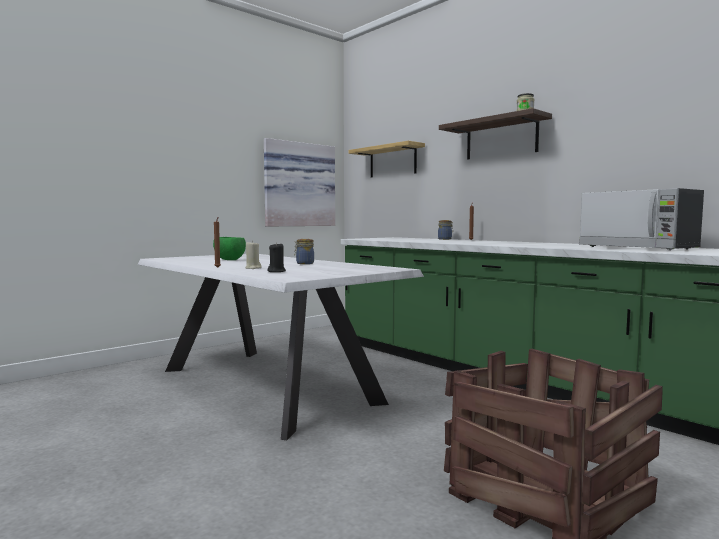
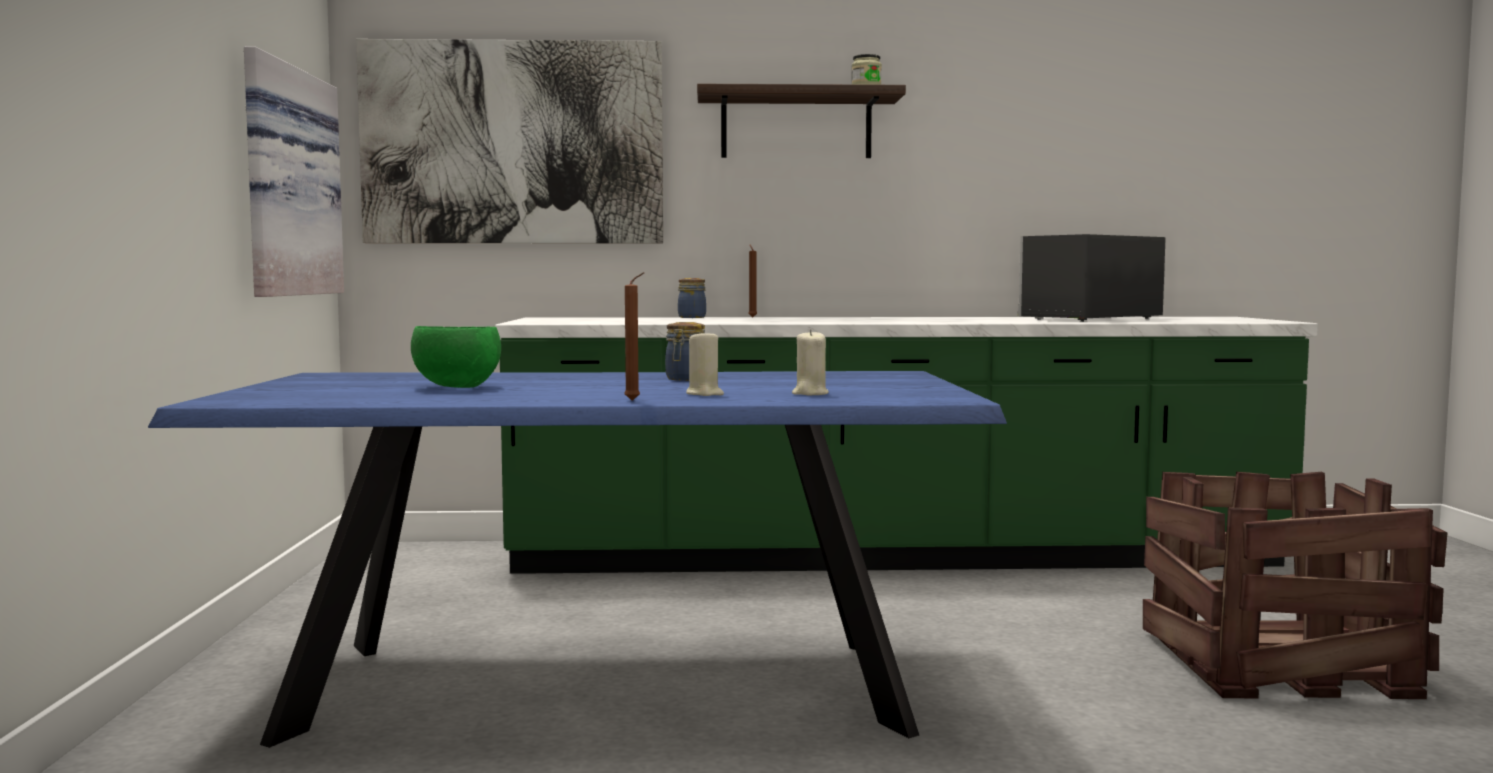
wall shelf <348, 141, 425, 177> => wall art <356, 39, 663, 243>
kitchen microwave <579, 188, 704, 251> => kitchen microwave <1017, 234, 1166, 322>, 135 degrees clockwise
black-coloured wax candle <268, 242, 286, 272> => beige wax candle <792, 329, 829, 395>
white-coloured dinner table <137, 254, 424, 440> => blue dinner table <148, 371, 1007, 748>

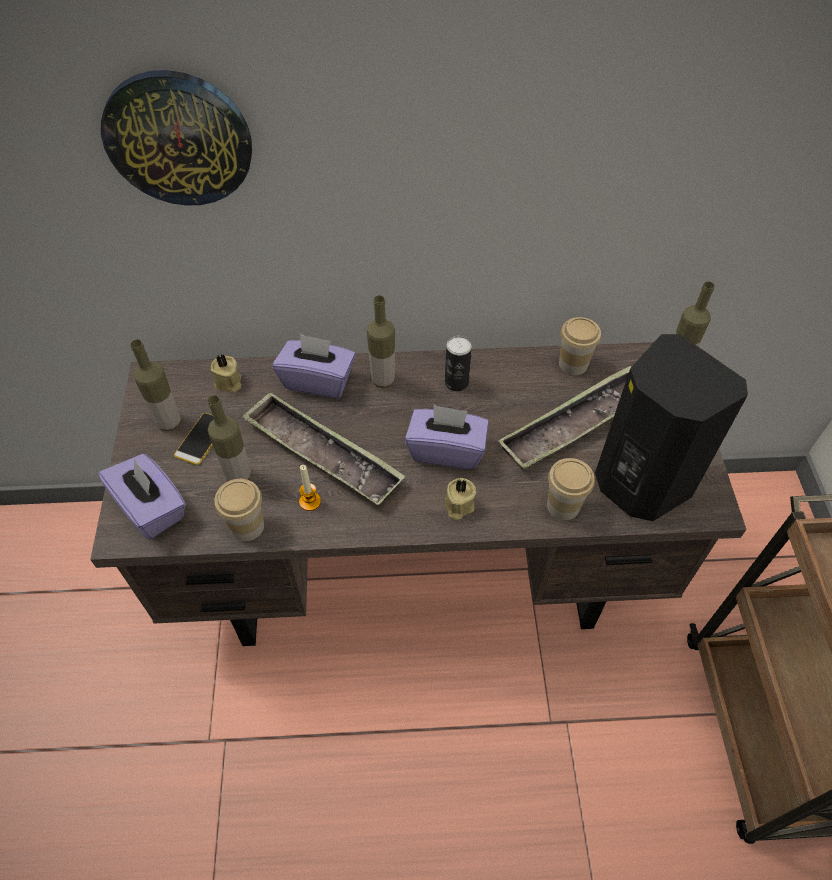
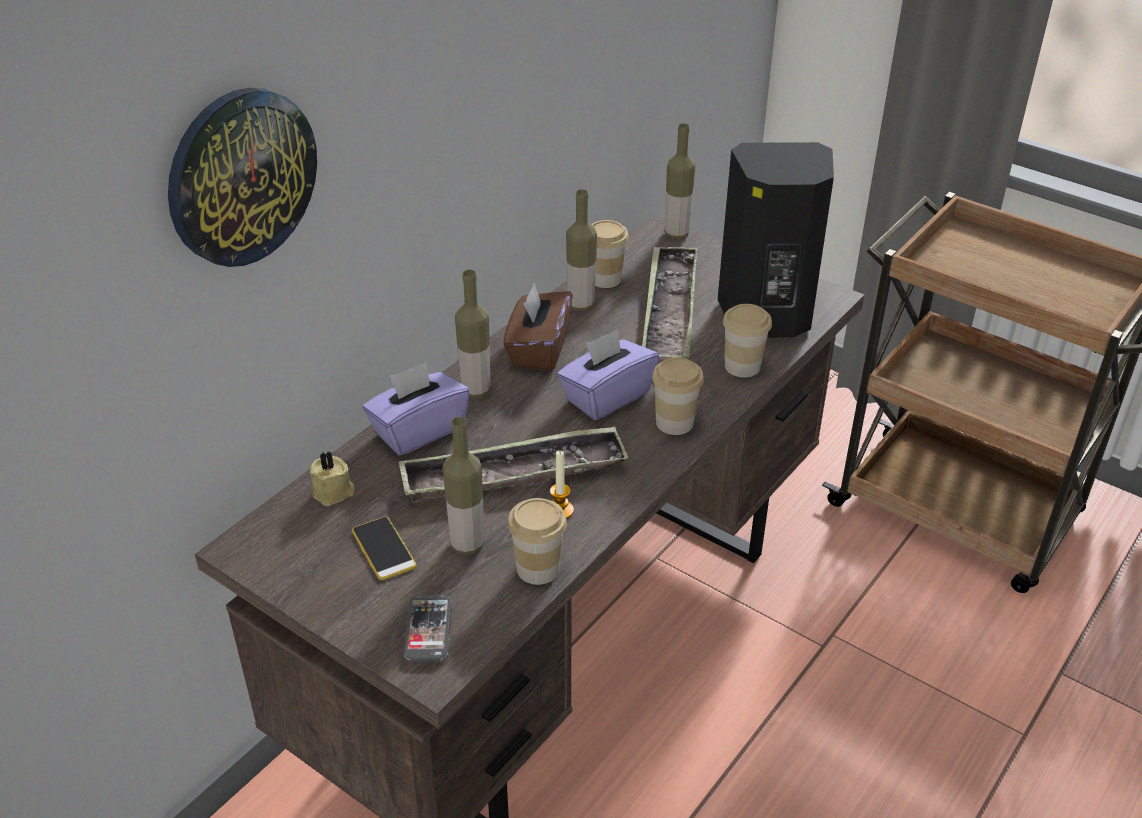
metal can <445, 336, 472, 391> => brownish tissue box <503, 283, 573, 371>
beverage bottle <130, 339, 181, 431> => beverage bottle <566, 189, 597, 311>, relocated
purple tissue box <98, 454, 186, 540> => phone <403, 594, 452, 663>
beige wax candle <445, 478, 476, 520> => cup <652, 357, 704, 435>

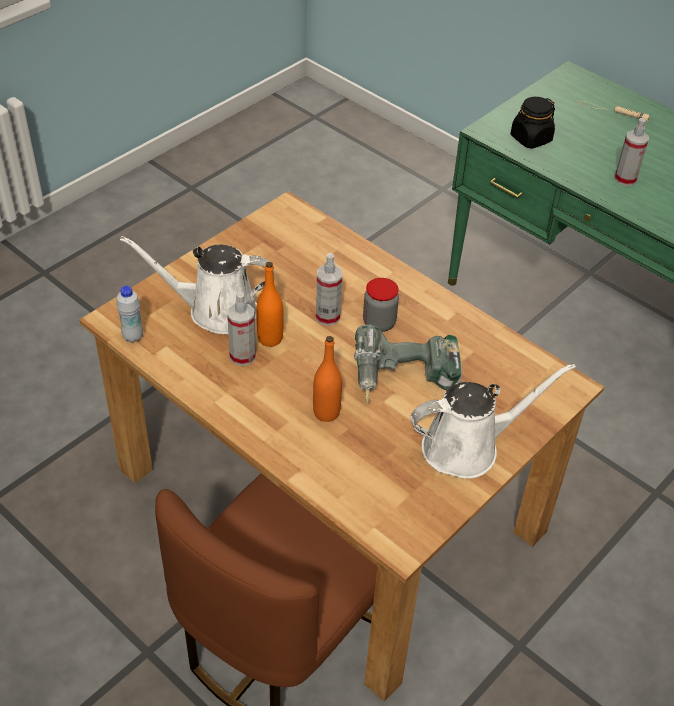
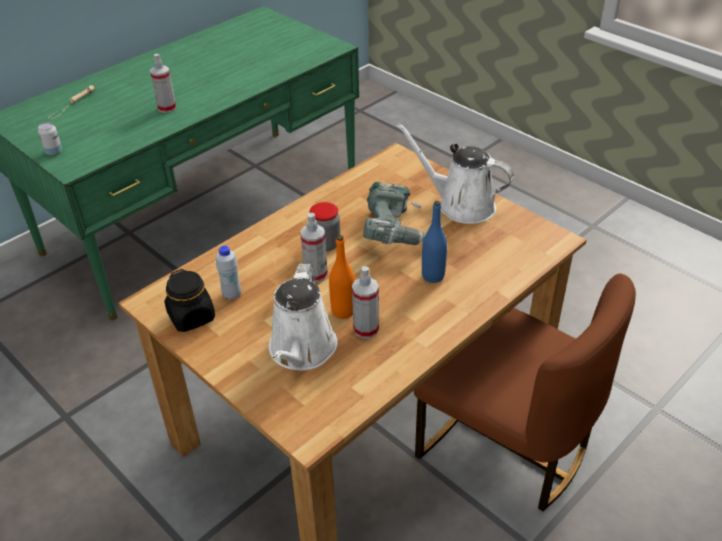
black-coloured preserve jar <511, 97, 555, 149> => black-coloured preserve jar <164, 269, 215, 332>, relocated
white-coloured beverage bottle <116, 286, 143, 343> => white-coloured beverage bottle <216, 245, 241, 300>, relocated
orange beverage bottle <313, 336, 342, 422> => blue beverage bottle <422, 201, 447, 283>
white-coloured watering pot <410, 363, 576, 479> => white-coloured watering pot <396, 123, 514, 224>, 45 degrees counterclockwise
nothing => metal can <38, 122, 62, 155>

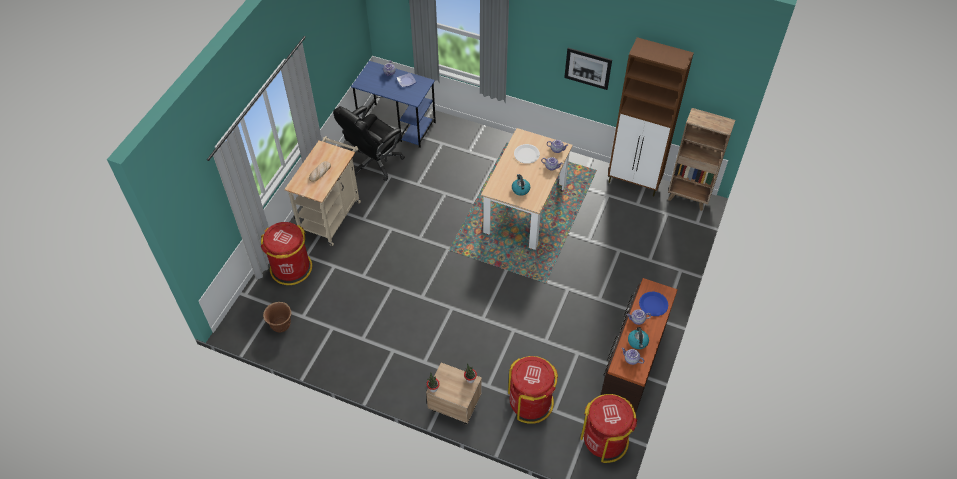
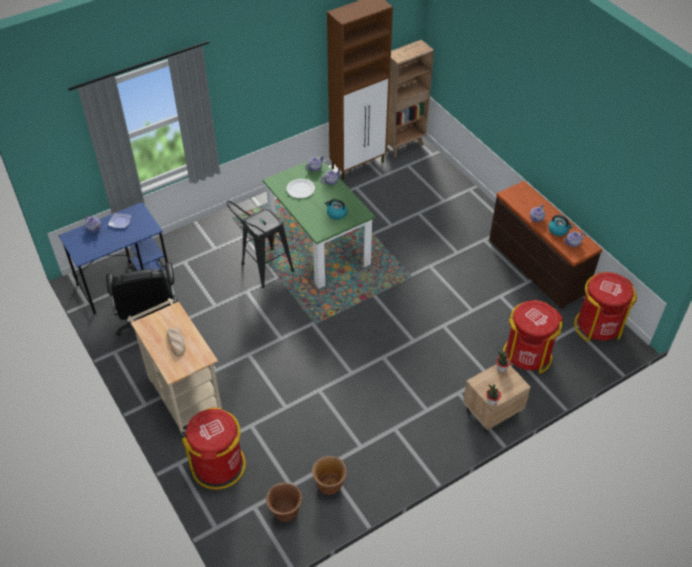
wall art <564, 48, 612, 90> => nothing
beige dinner table <481, 128, 573, 250> => greenish dinner table <263, 157, 375, 288>
blue flat dish <639, 292, 668, 316> => nothing
nothing => black-coloured stool <226, 201, 294, 288>
nothing => brownish planter <312, 456, 347, 495>

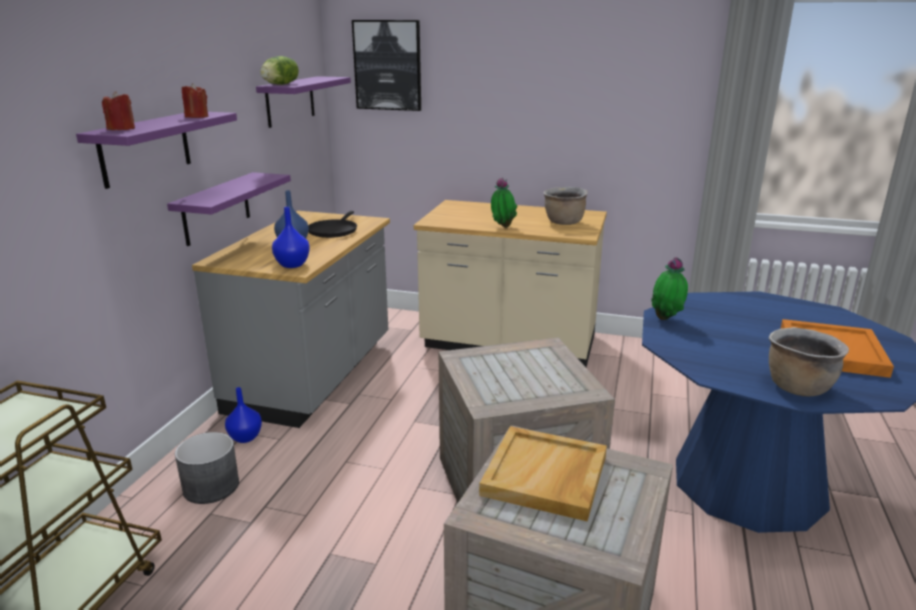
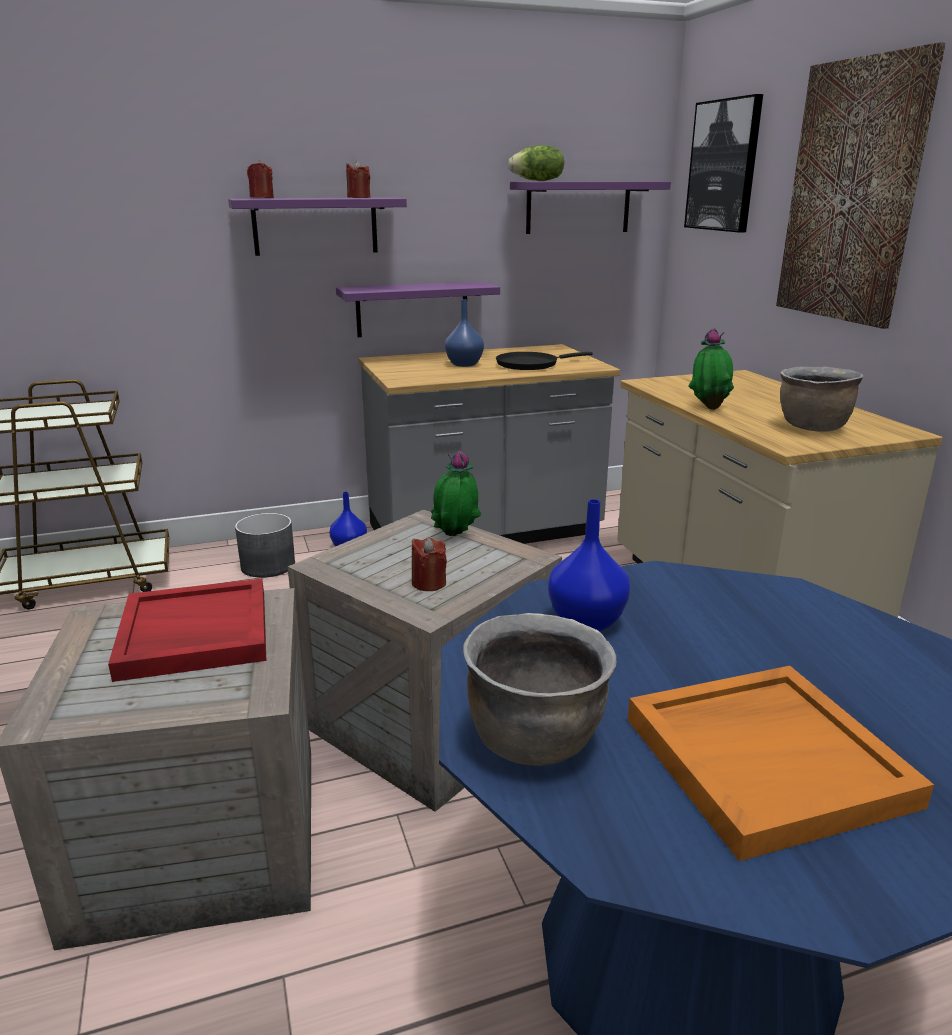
blue flower vase <272, 207, 310, 268> => blue flower vase <548, 499, 630, 632>, relocated
plant in a pot <651, 257, 688, 320> => plant in a pot <431, 451, 481, 536>, relocated
beige serving tray <479, 426, 607, 522> => red serving tray <108, 579, 266, 682>
nothing => wall art <776, 42, 945, 329>
nothing => red wax candle <412, 538, 447, 591>

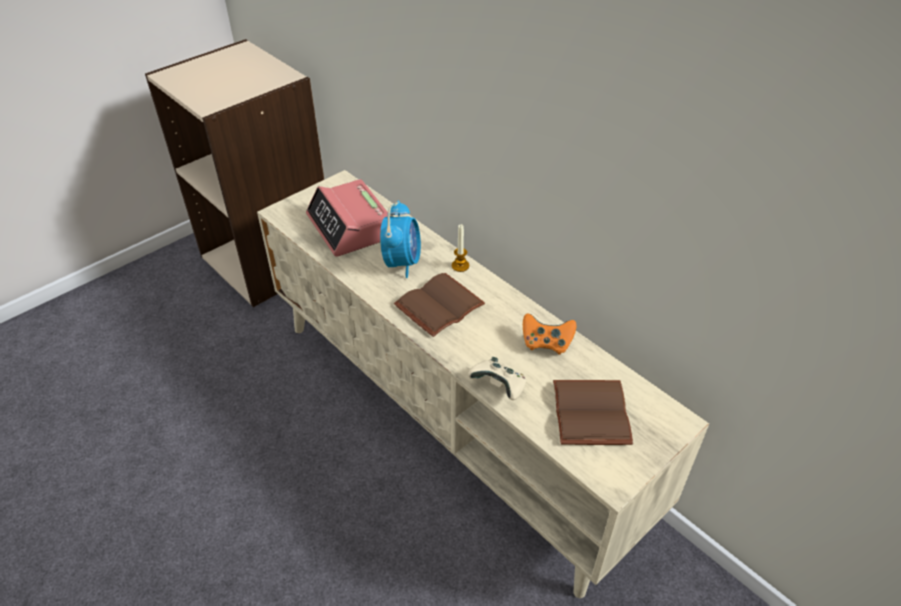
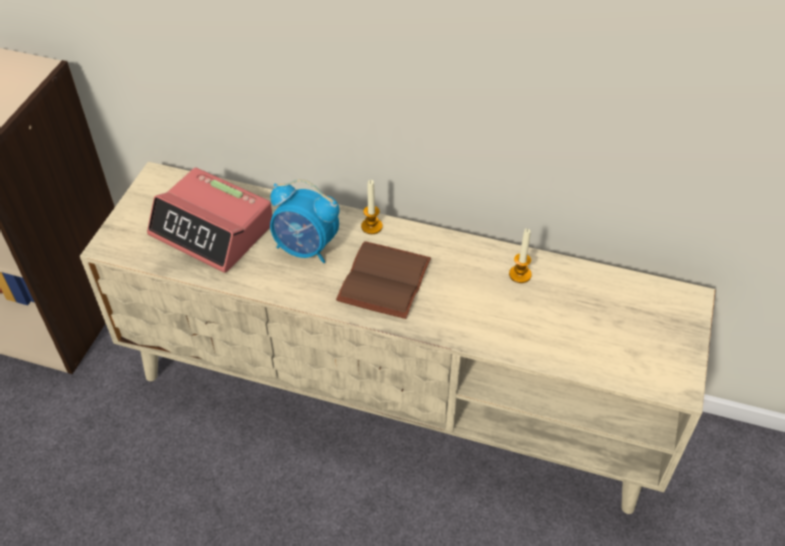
alarm clock <380, 200, 421, 278> => alarm clock <270, 179, 339, 263>, 135 degrees clockwise
orange game controller <523, 313, 577, 355> => wax candle <509, 228, 532, 283>
beige game controller <468, 357, 526, 400> => nothing
brownish bound book <553, 380, 633, 445> => nothing

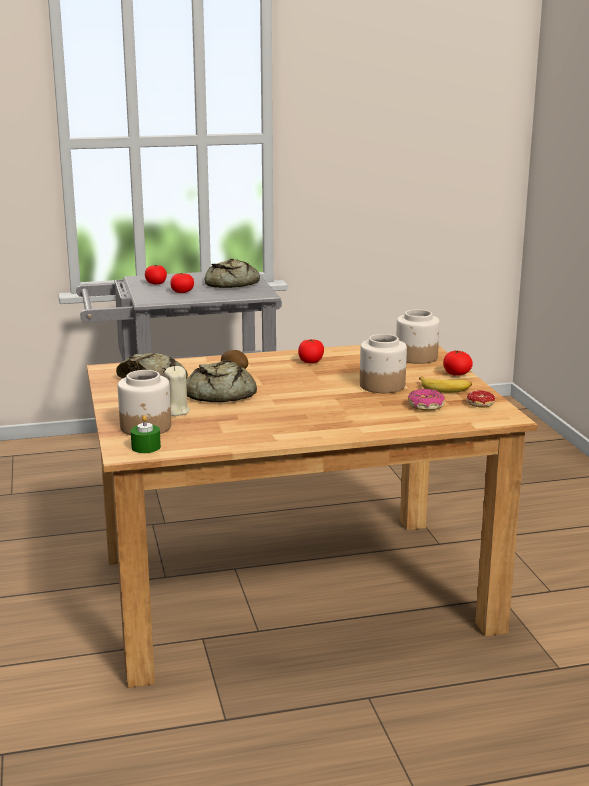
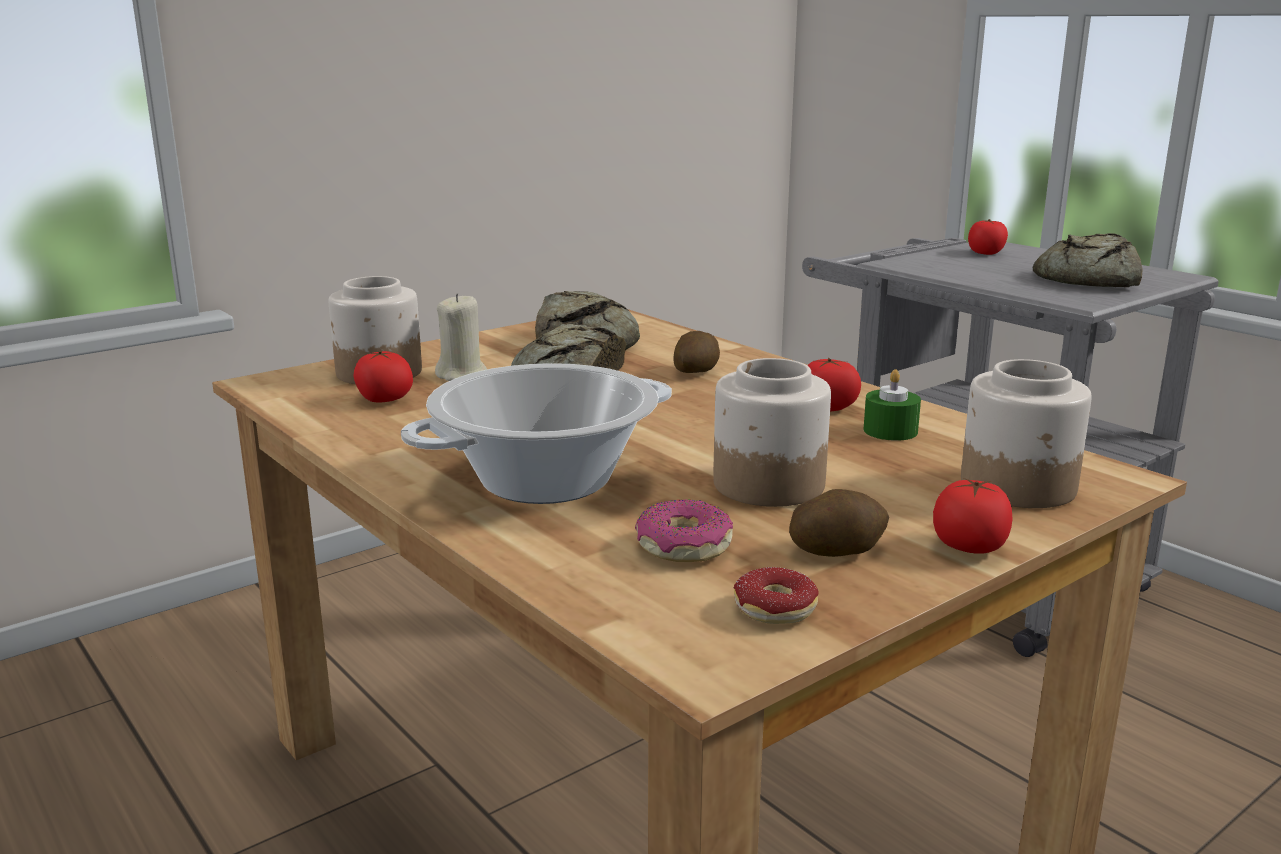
whole tomato <170, 273, 194, 293> => whole tomato <353, 350, 413, 403>, relocated
whole banana <419, 377, 472, 393> => potato <789, 489, 889, 557>
greenish wax candle <131, 415, 161, 453> => greenish wax candle <863, 369, 921, 441>, relocated
nothing => cooking pot <401, 363, 672, 504>

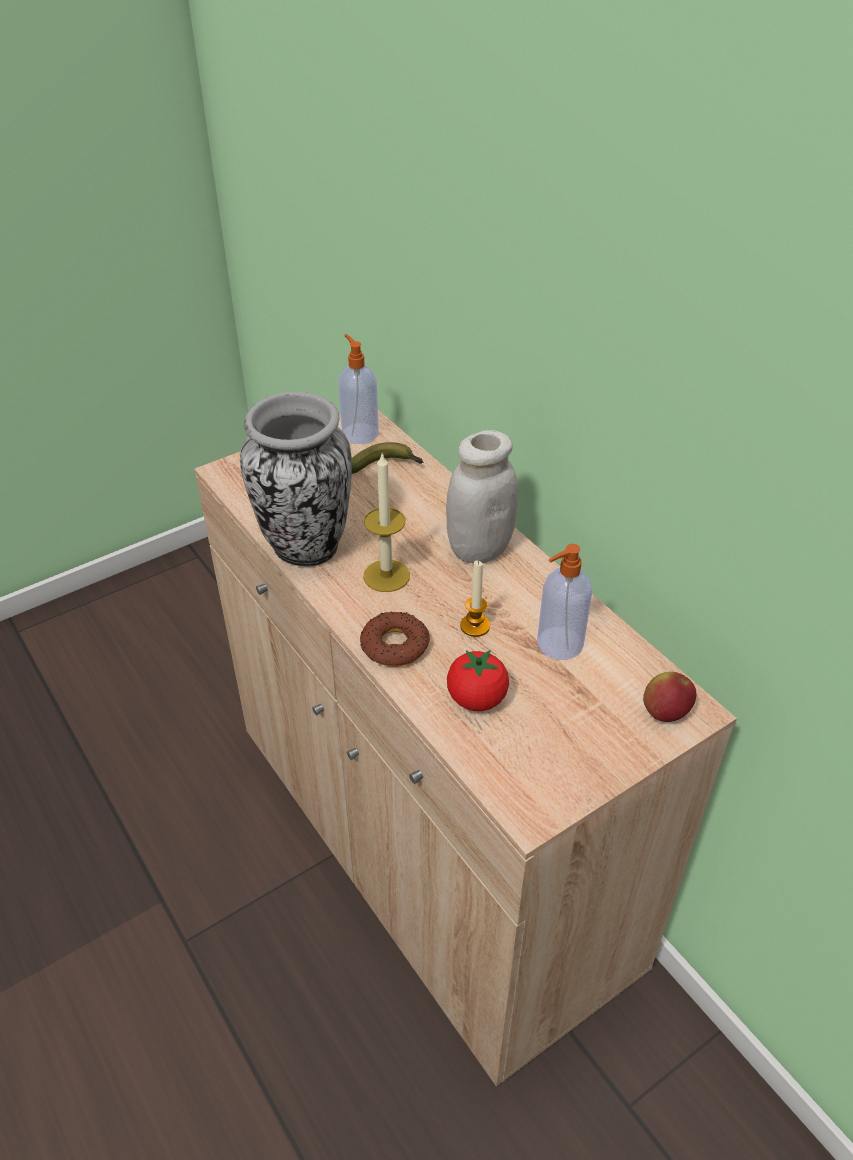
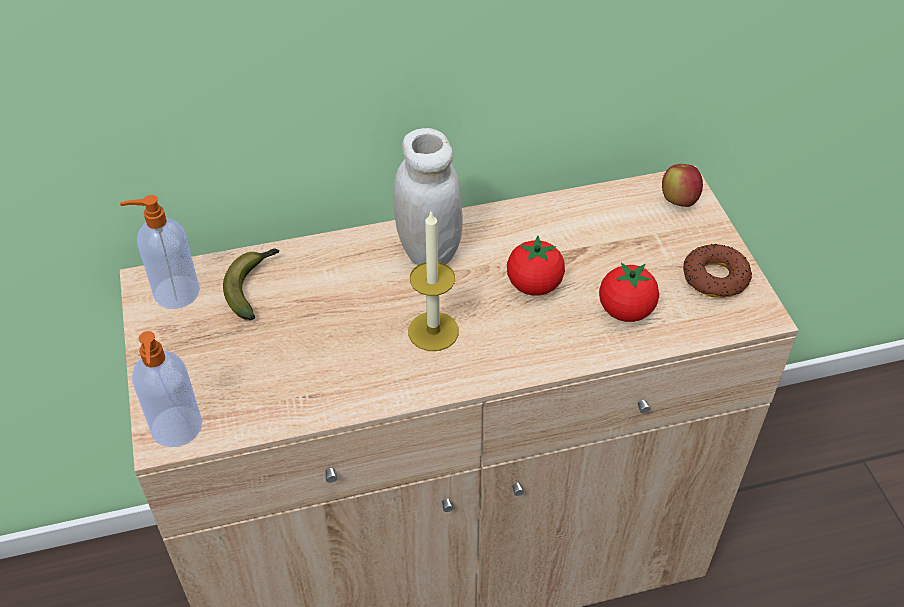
flower vase <240, 392, 352, 567> => nothing
soap dispenser <537, 544, 592, 660> => soap dispenser <132, 331, 202, 447>, relocated
wax candle <460, 560, 490, 637> => whole tomato <507, 236, 565, 296>
doughnut <360, 611, 430, 667> => doughnut <683, 244, 752, 298>, relocated

